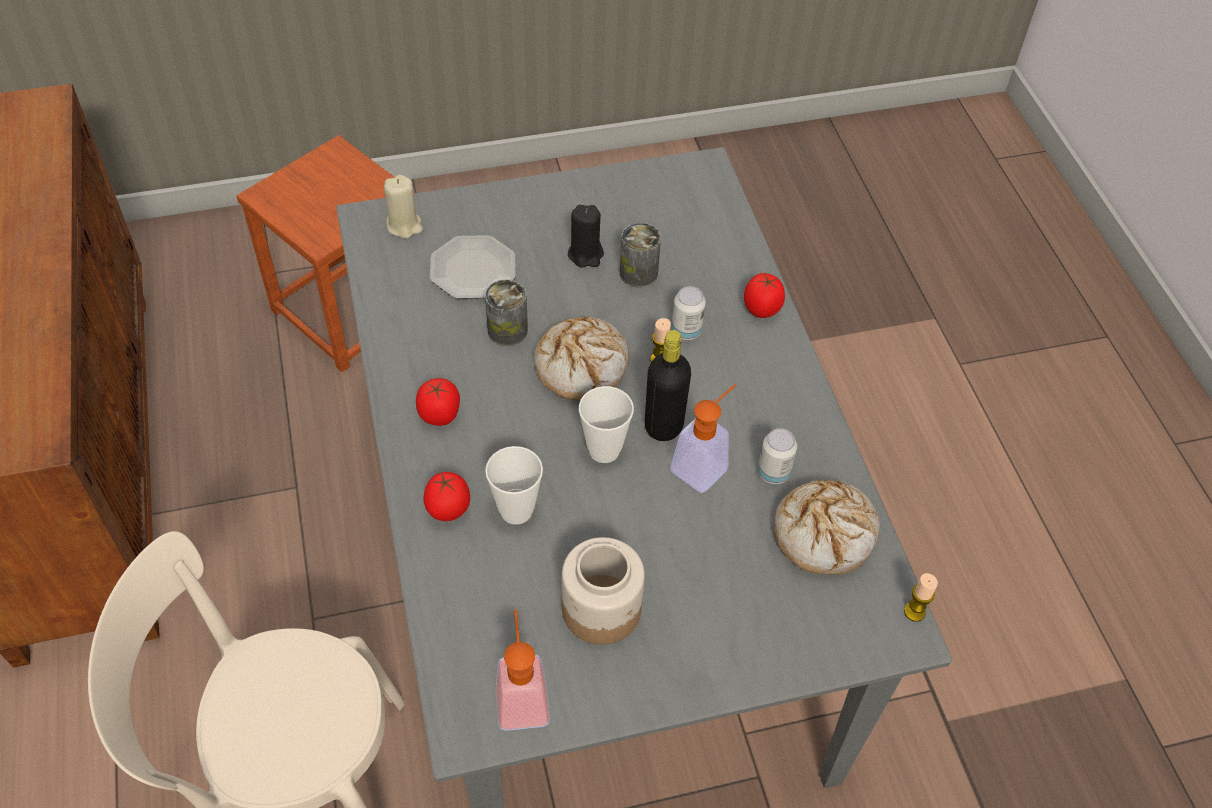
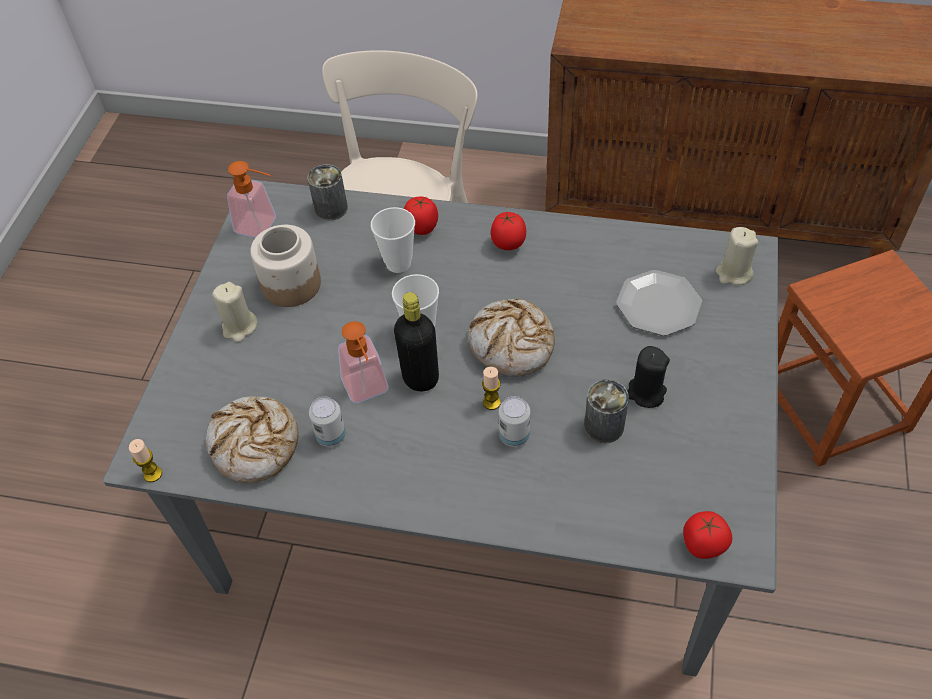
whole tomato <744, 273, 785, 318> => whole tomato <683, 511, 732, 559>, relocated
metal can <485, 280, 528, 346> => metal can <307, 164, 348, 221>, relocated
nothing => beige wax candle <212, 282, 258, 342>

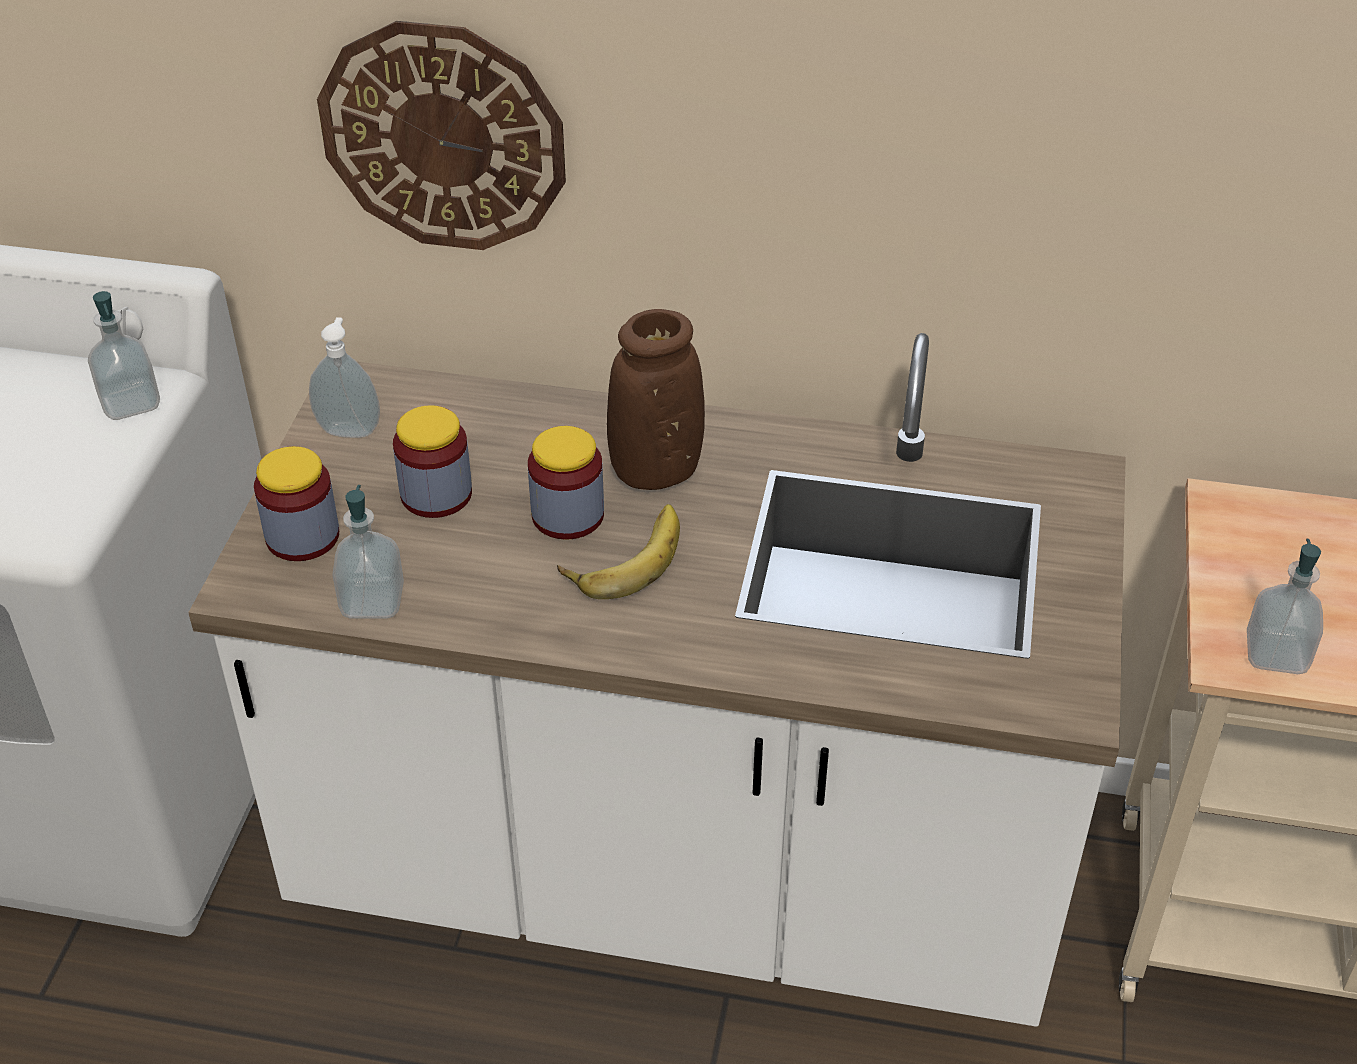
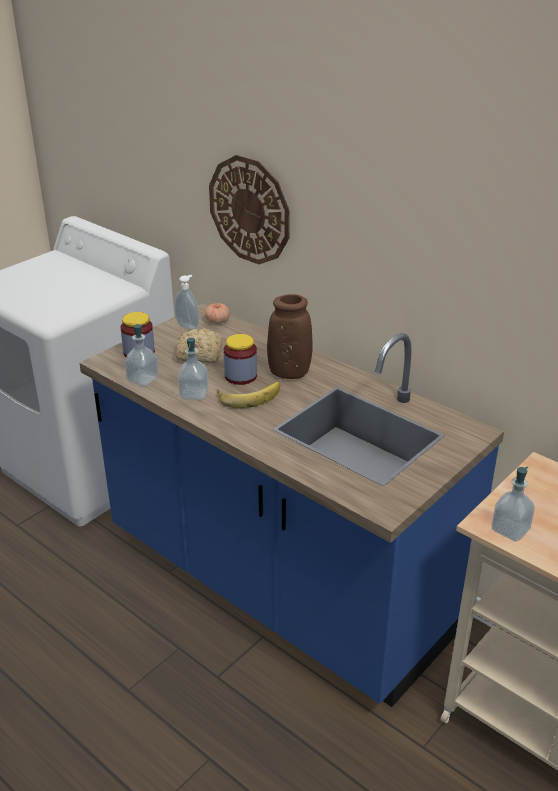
soap dispenser <88, 291, 160, 420> => soap dispenser <178, 338, 209, 400>, relocated
white-coloured counter <188, 333, 1126, 1027> => blue counter <79, 303, 504, 707>
preserve jar <393, 405, 472, 518> => baked bread <176, 328, 223, 363>
nothing => whole tomato <205, 303, 230, 324>

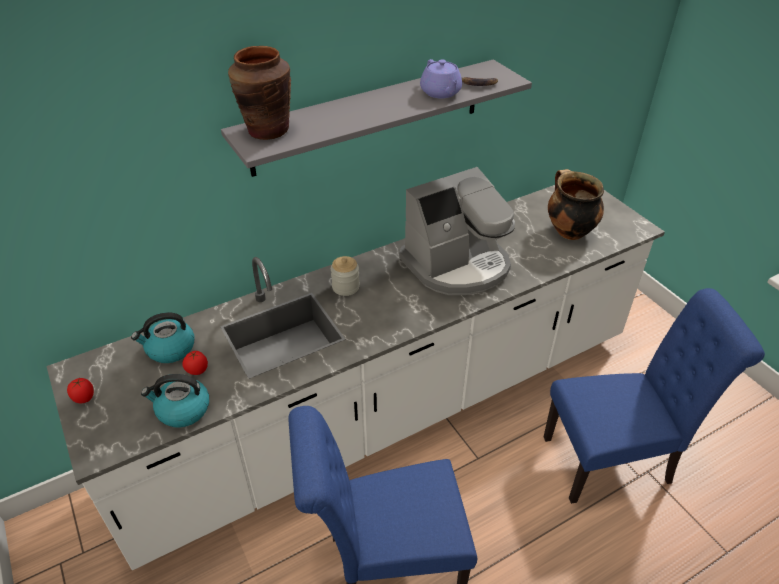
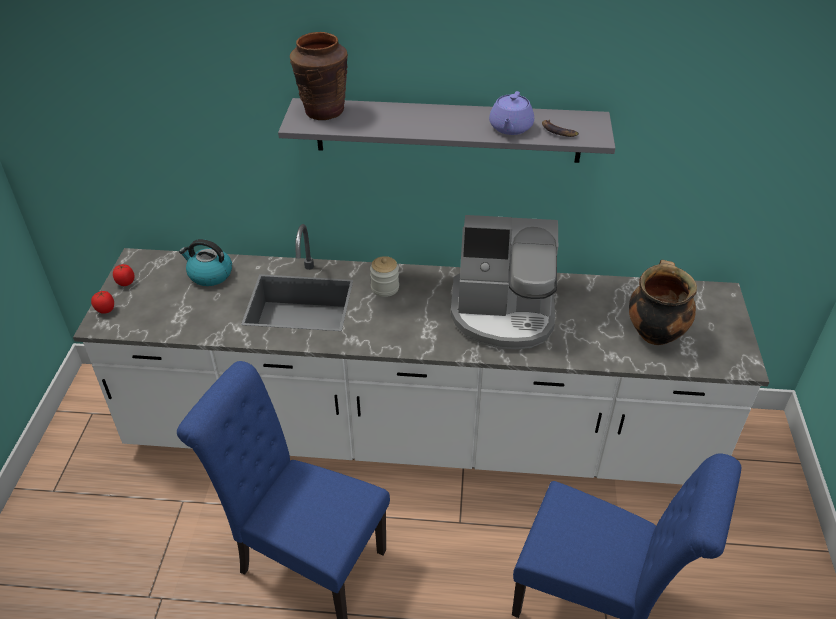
whole tomato <183, 351, 208, 375> => whole tomato <91, 291, 114, 314>, relocated
tea kettle <141, 374, 209, 428> => nothing

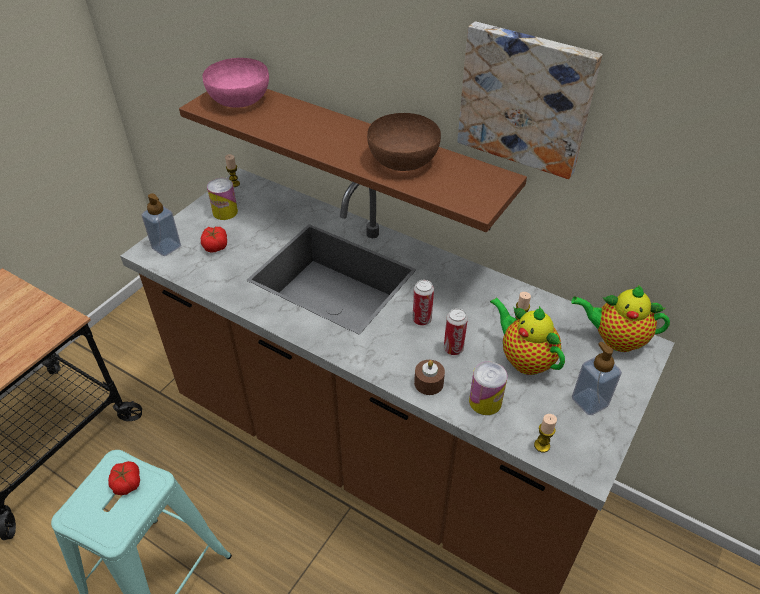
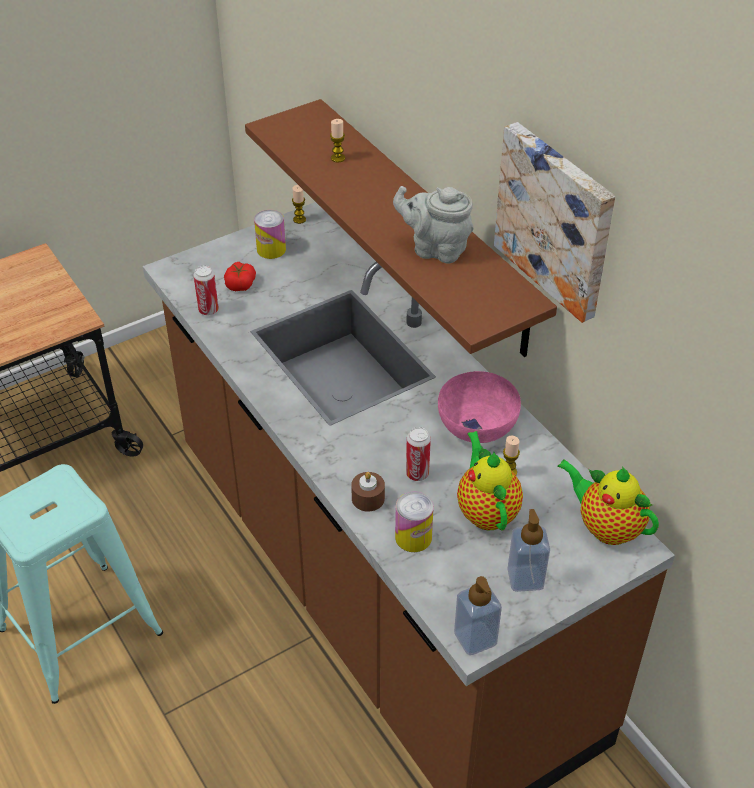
pink serving bowl <202, 58, 269, 108> => pink serving bowl <438, 371, 521, 443>, relocated
brownish serving bowl <367, 113, 441, 171> => grey pot for tea <393, 186, 474, 264>
soap dispenser <141, 193, 181, 256> => soap dispenser <454, 576, 502, 655>, relocated
metal can <412, 280, 434, 326> => metal can <194, 265, 219, 315>, relocated
wax candle <534, 414, 557, 453> => wax candle <330, 119, 345, 163>, relocated
whole tomato <108, 461, 140, 495> => nothing

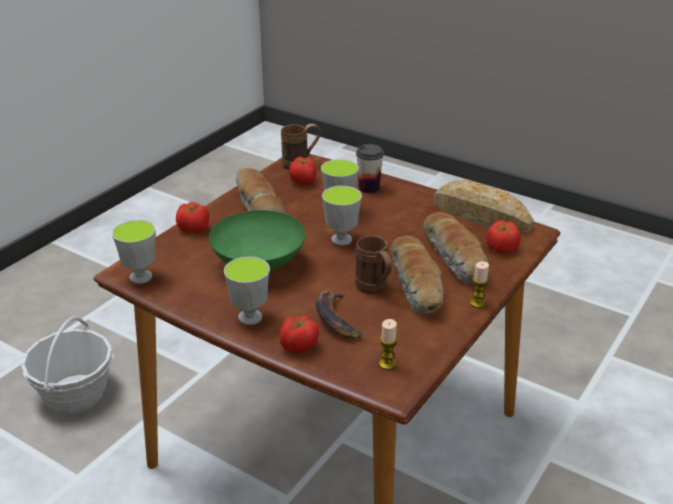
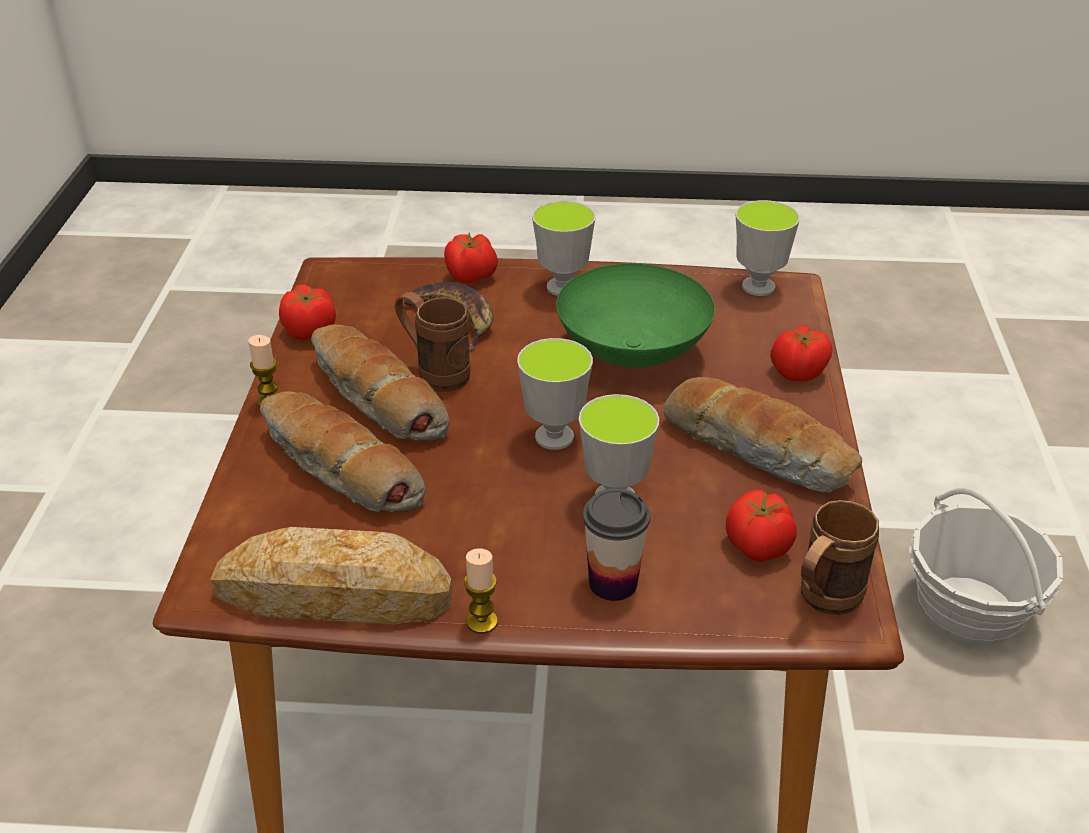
whole tomato <486, 220, 521, 254> => whole tomato <279, 284, 336, 340>, relocated
wax candle <379, 319, 398, 370> => wax candle <464, 548, 498, 634>, relocated

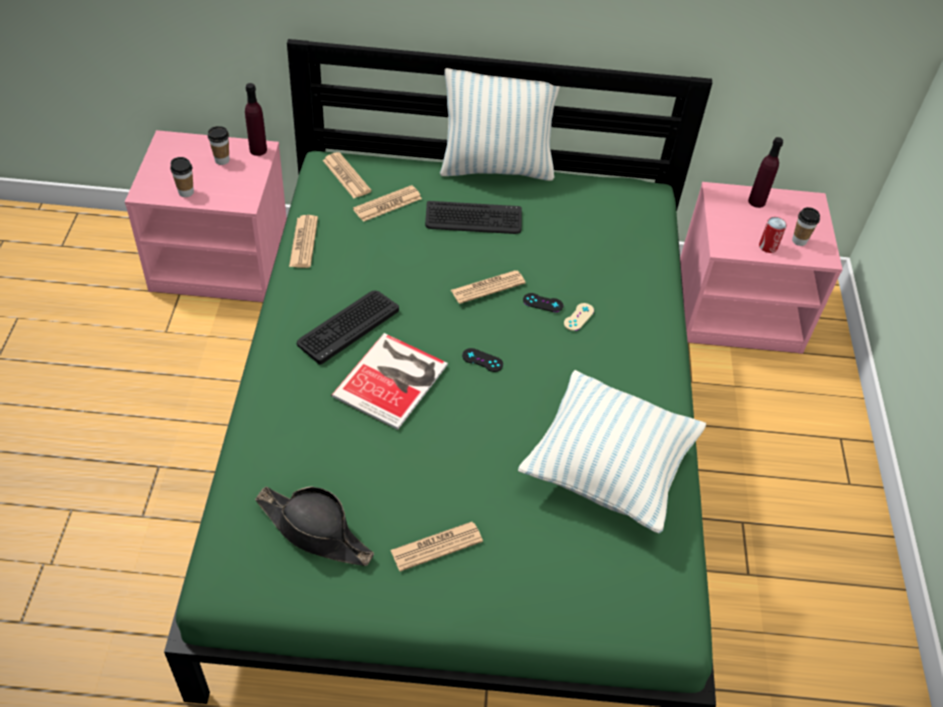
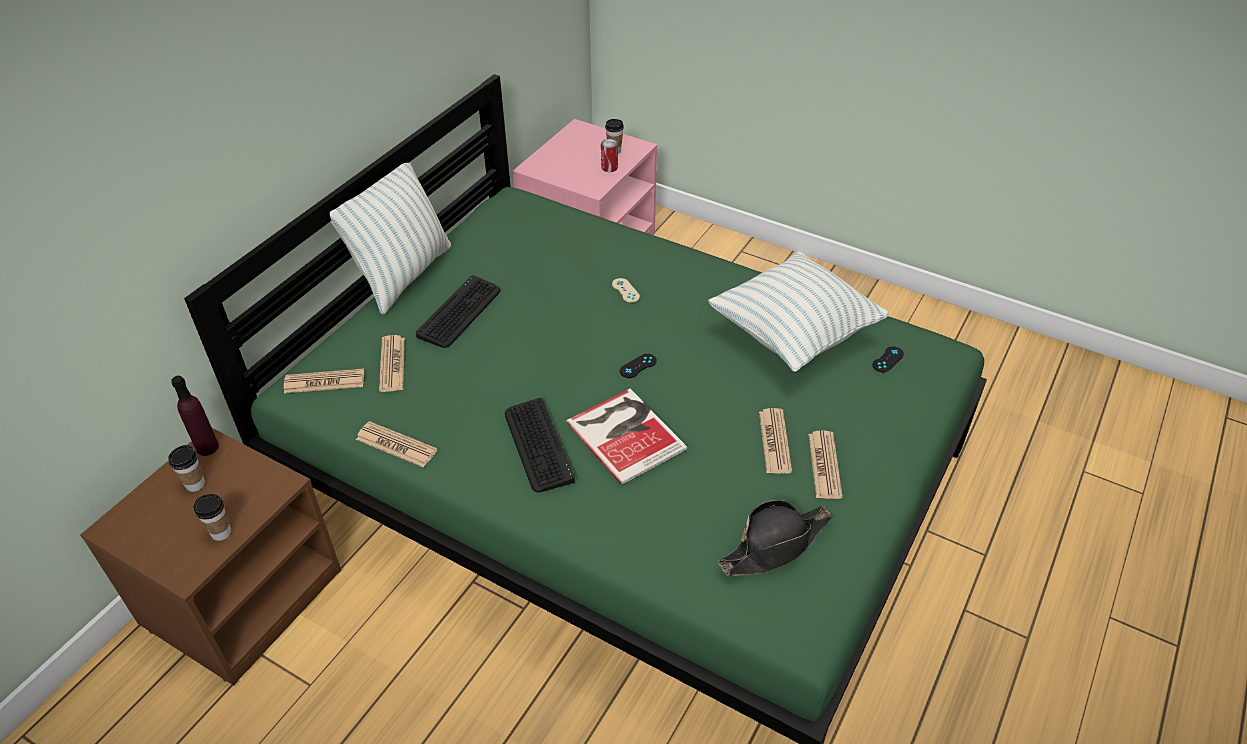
pink nightstand <125, 130, 287, 302> => brownish nightstand <80, 428, 341, 686>
purple beverage bottle <748, 137, 783, 208> => nothing
daily paper <451, 270, 525, 304> => daily paper <759, 408, 792, 474>, relocated
black-coloured game controller <523, 293, 563, 312> => black-coloured game controller <873, 346, 904, 372>, relocated

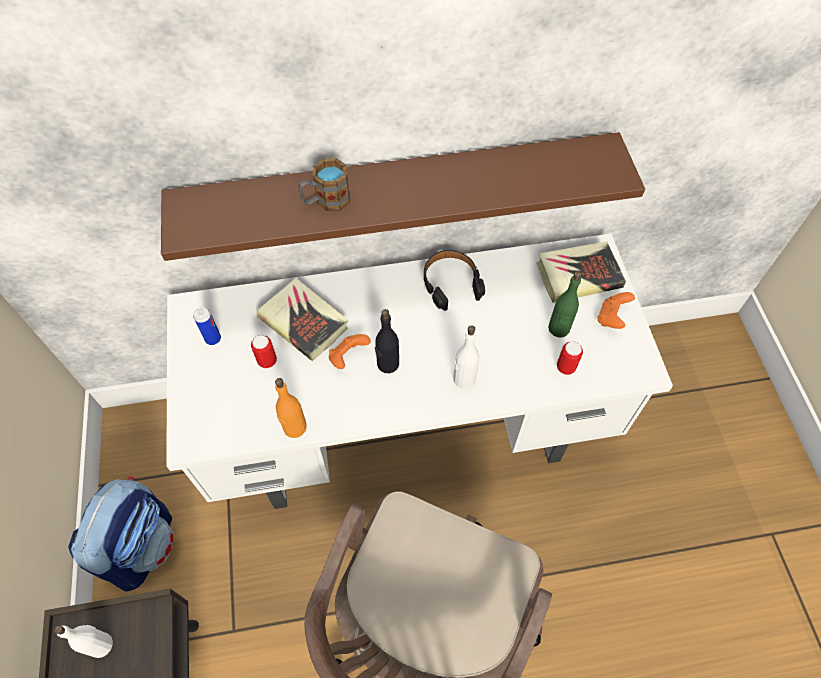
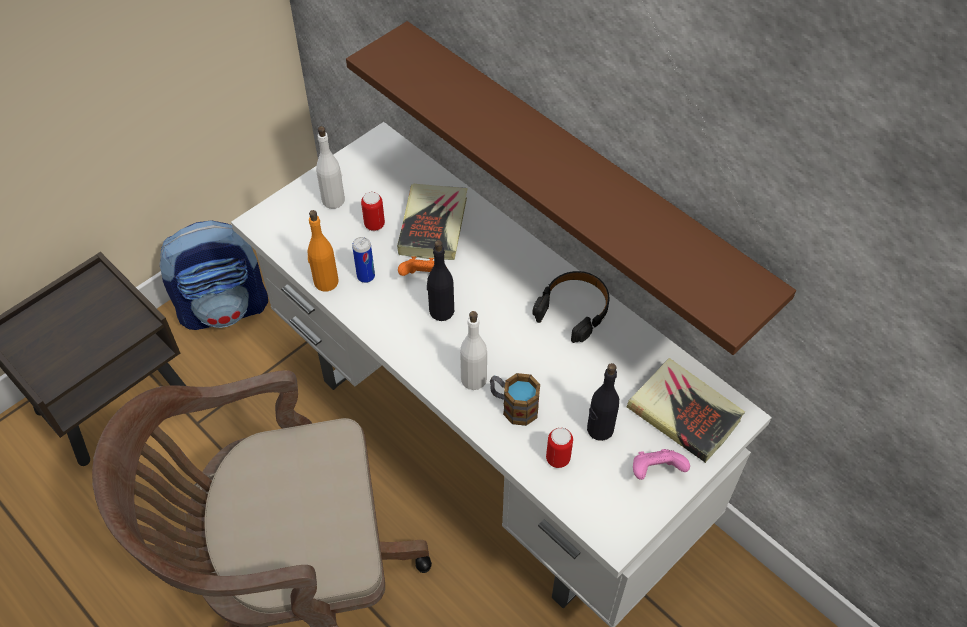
coffee mug <298, 158, 350, 211> => coffee mug <490, 373, 540, 426>, relocated
greenish beverage bottle <548, 271, 582, 337> => black-coloured beverage bottle <587, 363, 619, 441>
orange game controller <597, 292, 635, 329> => pink game controller <633, 449, 690, 480>
metal can <193, 307, 221, 345> => metal can <352, 237, 375, 283>, relocated
white-coloured beverage bottle <54, 625, 113, 658> => white-coloured beverage bottle <316, 126, 345, 209>, relocated

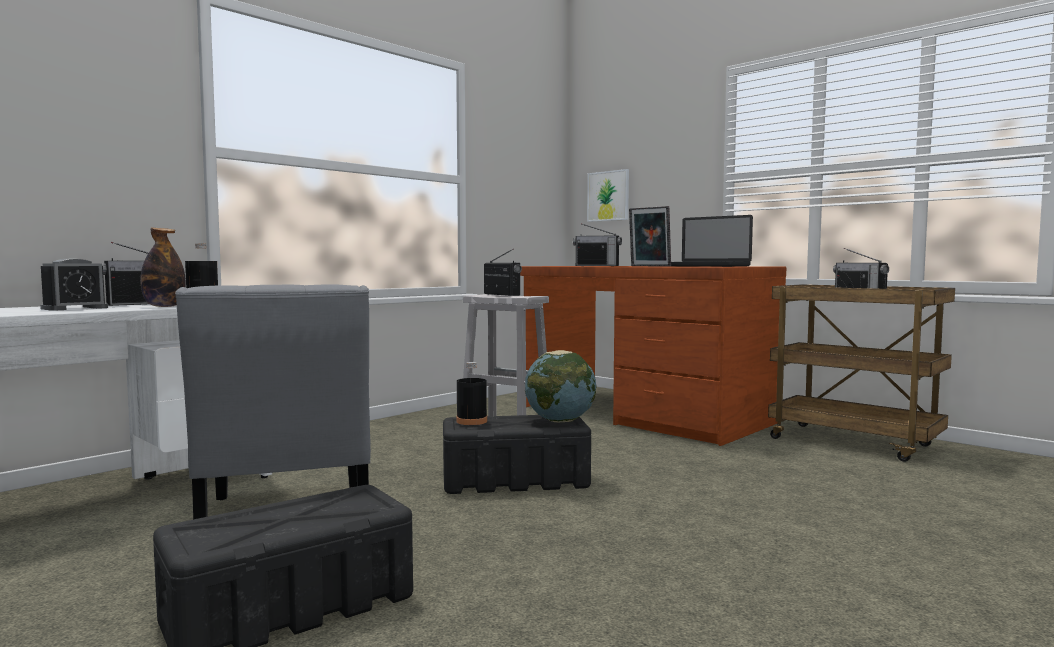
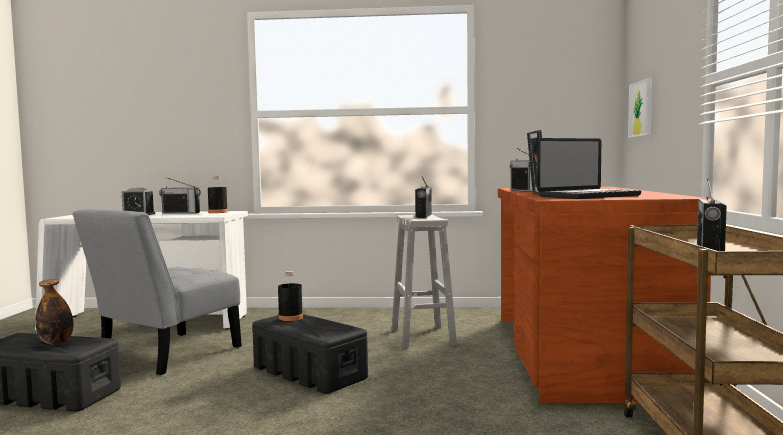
notebook computer <671, 215, 753, 267> => notebook computer <537, 138, 641, 199>, 120 degrees counterclockwise
beverage bottle <140, 228, 186, 307> => beverage bottle <36, 279, 73, 344>, relocated
globe <525, 350, 597, 423> => nothing

